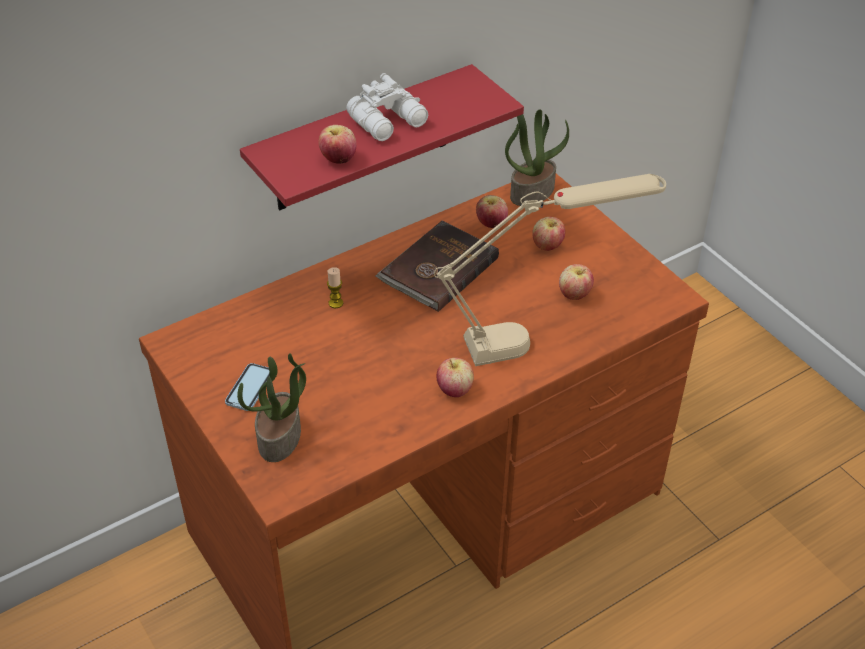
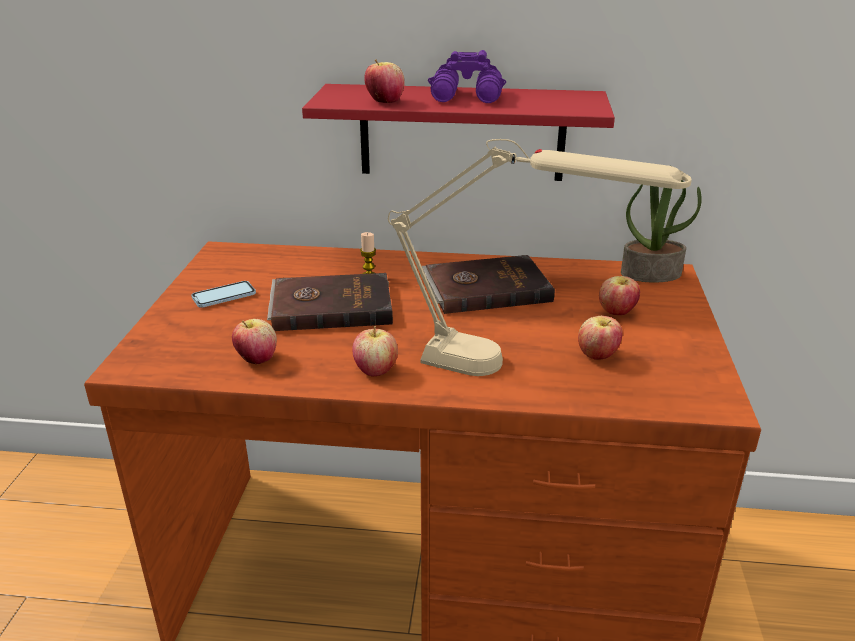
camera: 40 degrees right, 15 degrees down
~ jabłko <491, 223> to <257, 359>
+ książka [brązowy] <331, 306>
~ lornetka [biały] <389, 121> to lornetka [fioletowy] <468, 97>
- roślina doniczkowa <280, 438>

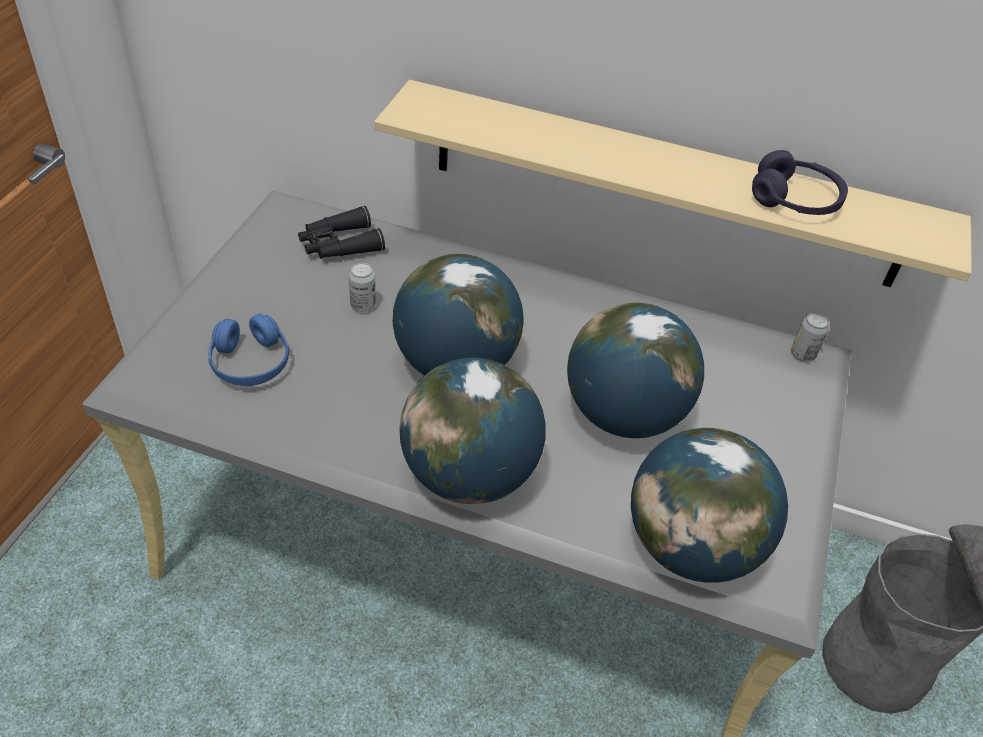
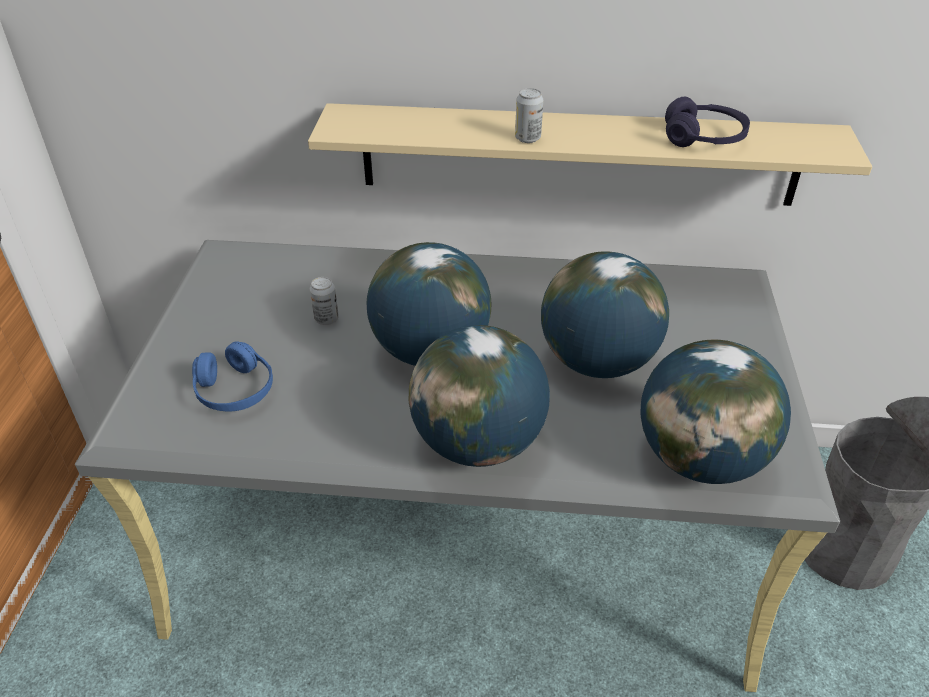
camera: 10 degrees left, 5 degrees down
~ puszka <802, 354> to <527, 138>
- lornetka [czarny] <339, 245>

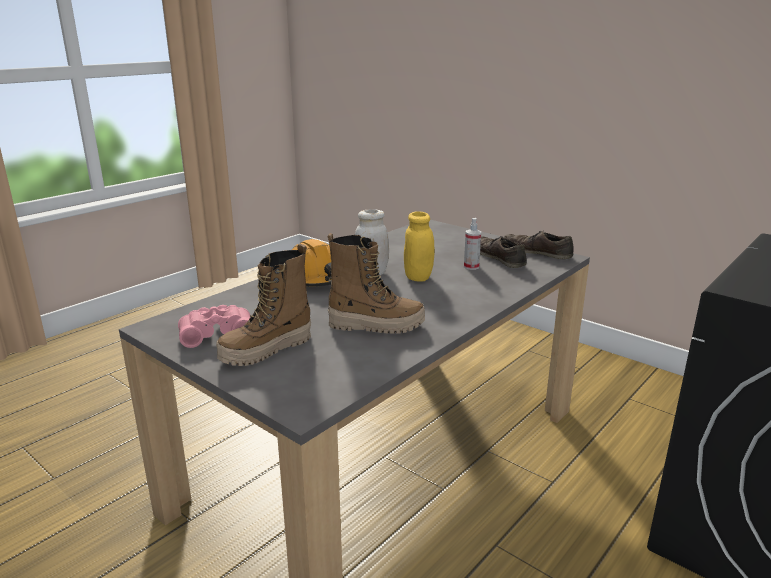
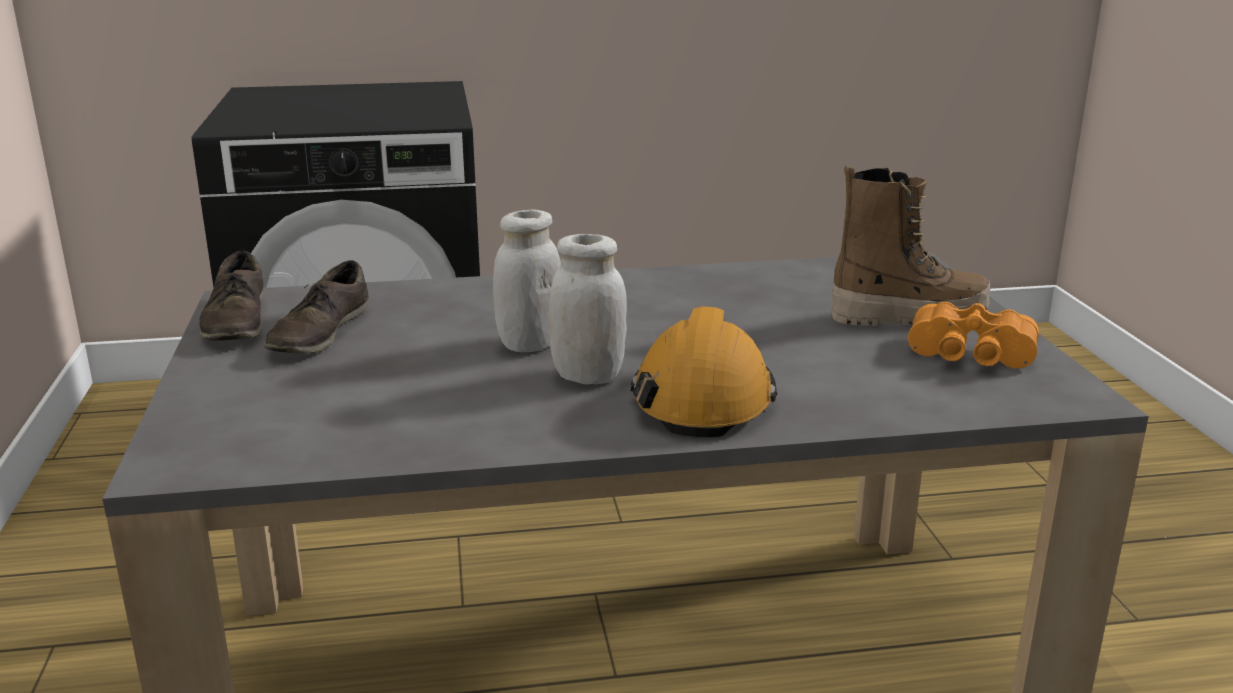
camera: 140 degrees left, 0 degrees up
~ słoik [żółty] <418, 277> to słoik [biały] <529, 344>
~ lornetka [różowy] <216, 333> to lornetka [pomarańczowy] <970, 357>
- but z cholewką <376, 325>
- spryskiwacz <471, 267>

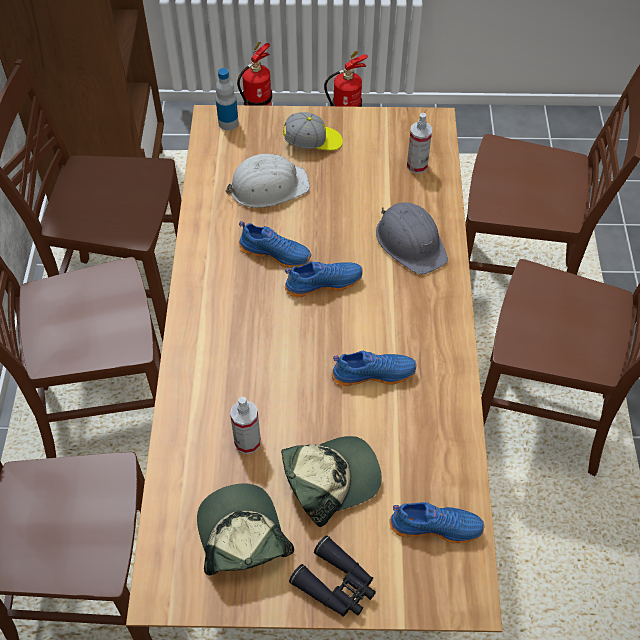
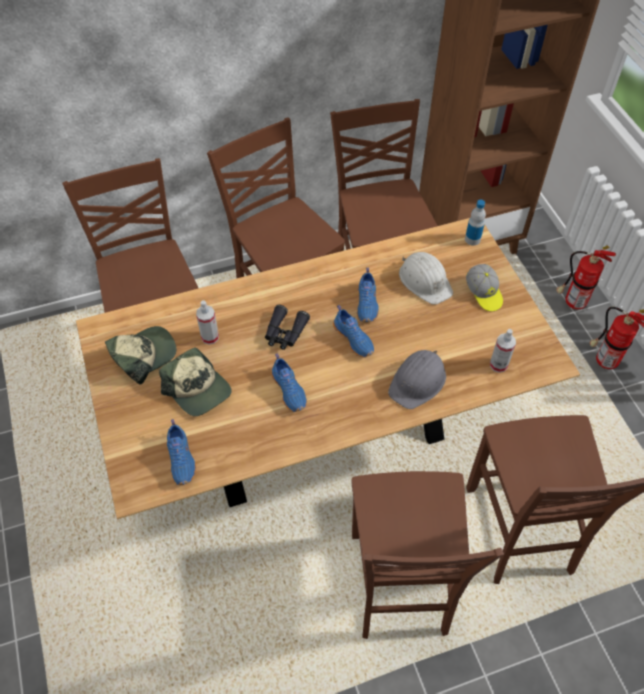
camera: 70 degrees right, 0 degrees up
~ lornetka [czarny] <336, 585> to <285, 333>

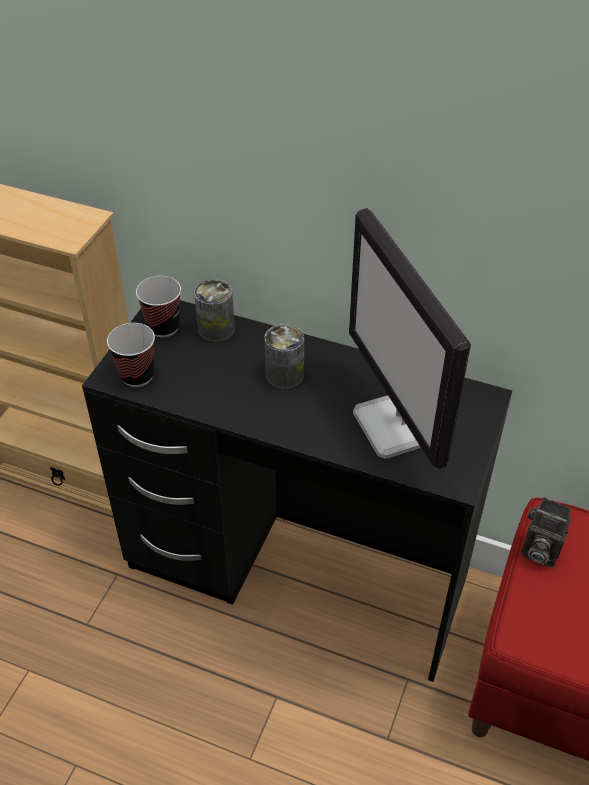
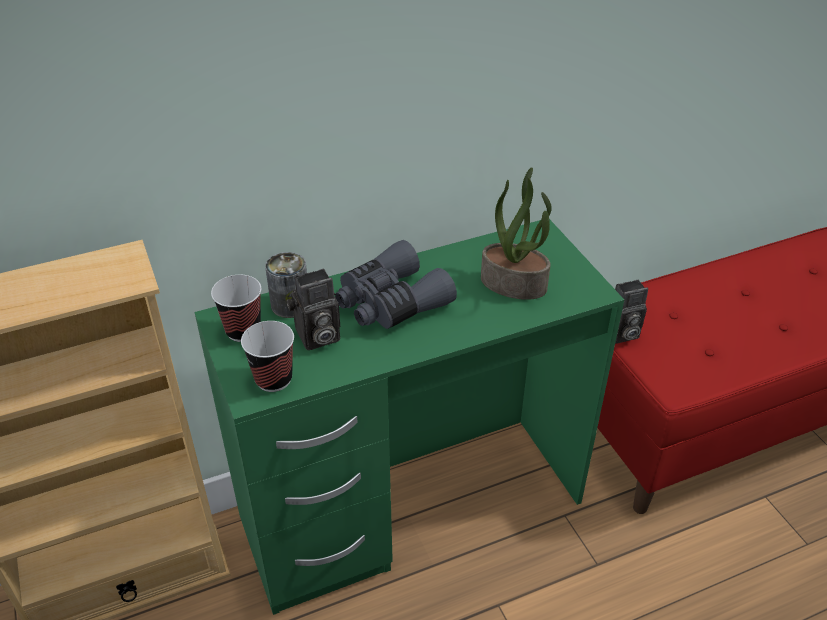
camera: 45 degrees left, 5 degrees down
~ biurko [czarny] <297, 573> to biurko [zielony] <411, 508>
+ aparat fotograficzny <316, 337>
~ puszka <284, 374> to lornetka [szary] <390, 302>
~ monitor <399, 426> to roślina doniczkowa <514, 283>

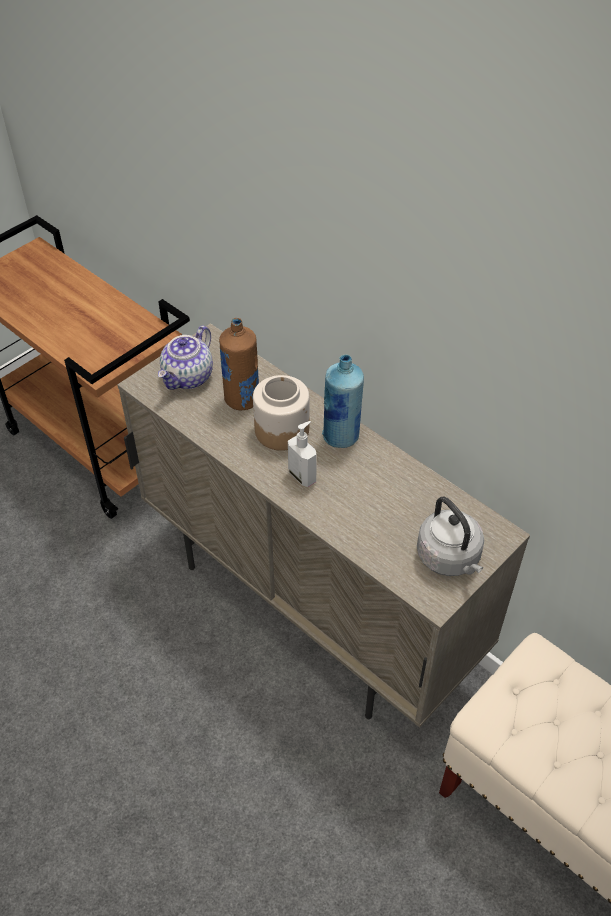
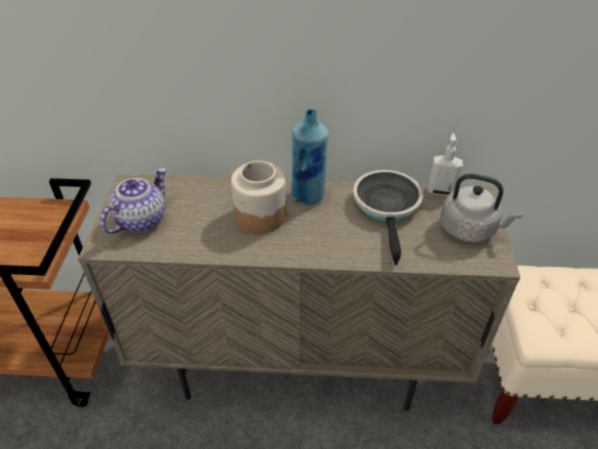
camera: 40 degrees left, 5 degrees down
~ imbryk <188, 378> = <141, 219> 135 degrees counterclockwise
+ patelnia <387, 208>
~ dozownik mydła <302, 476> to <440, 191>
- butelka [brązowy] <242, 400>

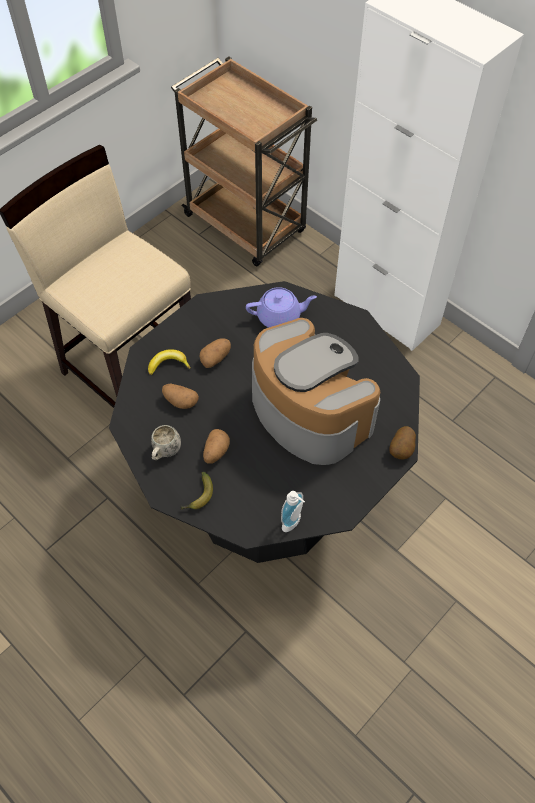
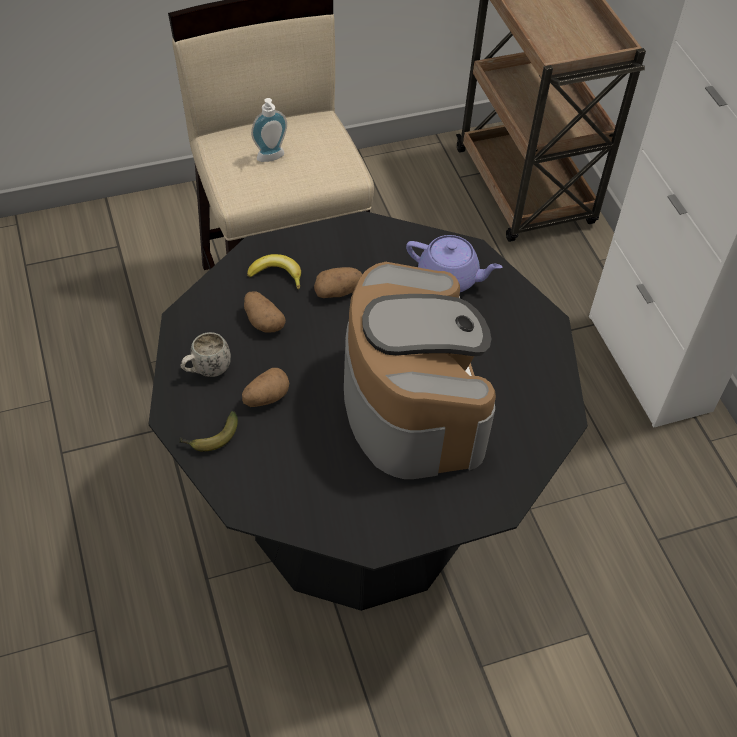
camera: 25 degrees right, 5 degrees down
~ dozownik mydła <293, 524> to <271, 158>
- ziemniak <401, 450>

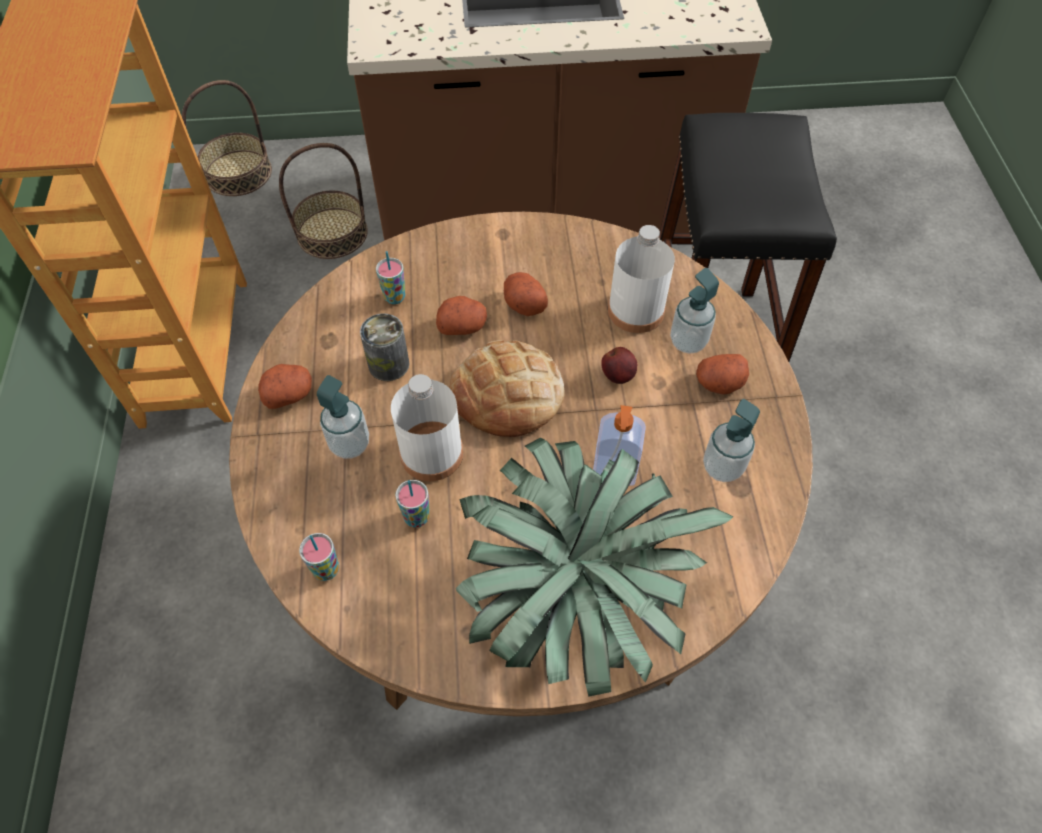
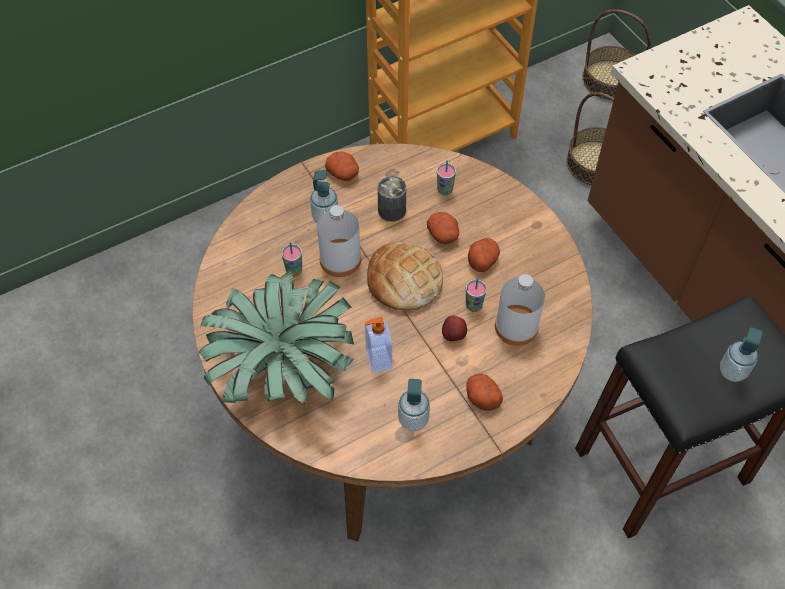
camera: 65 degrees right, 0 degrees up
~ filiżanka <326, 570> to <473, 306>
~ dozownik mydła <688, 341> to <732, 371>

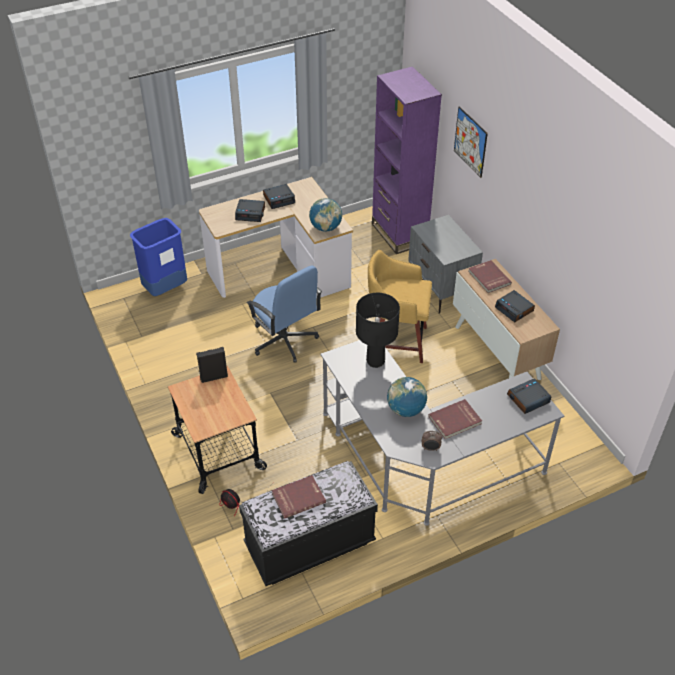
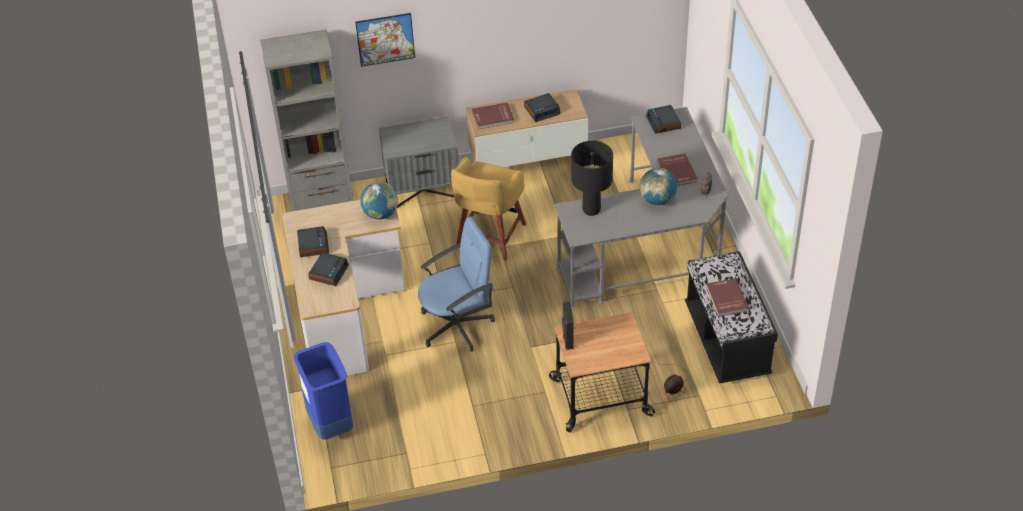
camera: 75 degrees left, 0 degrees up
~ regał [fioletowy] <399, 234> to regał [szary] <322, 204>

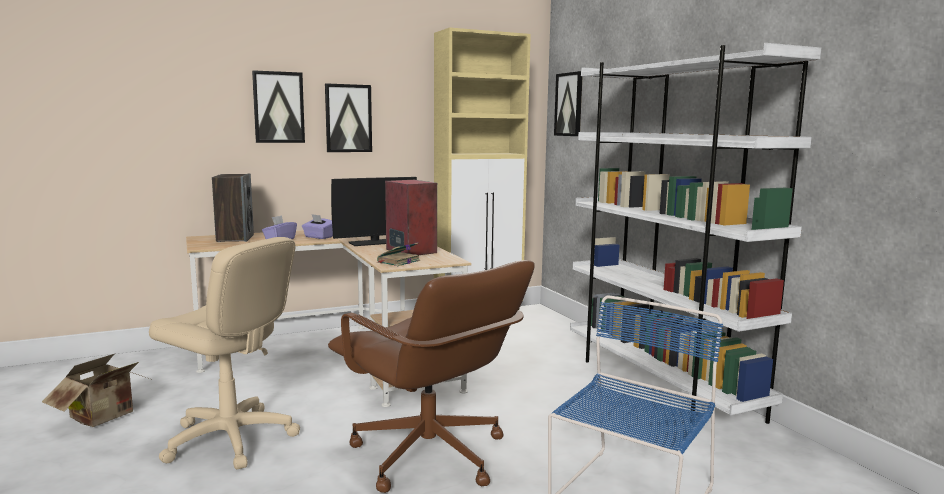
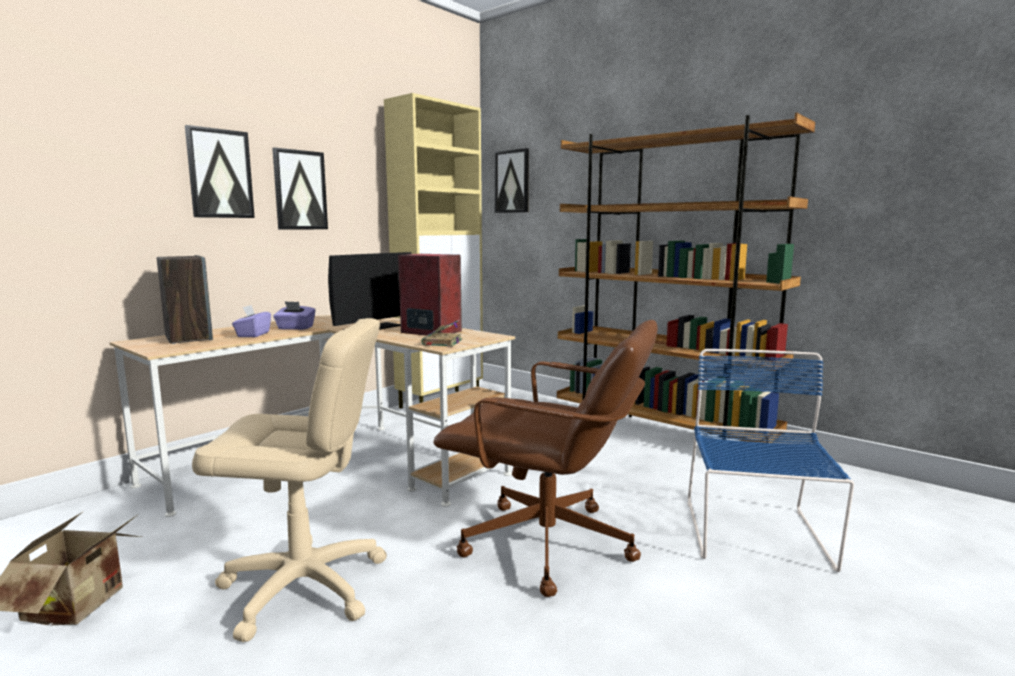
camera: 25 degrees left, 0 degrees up
~ regał [biały] <659, 384> to regał [brązowy] <661, 434>

